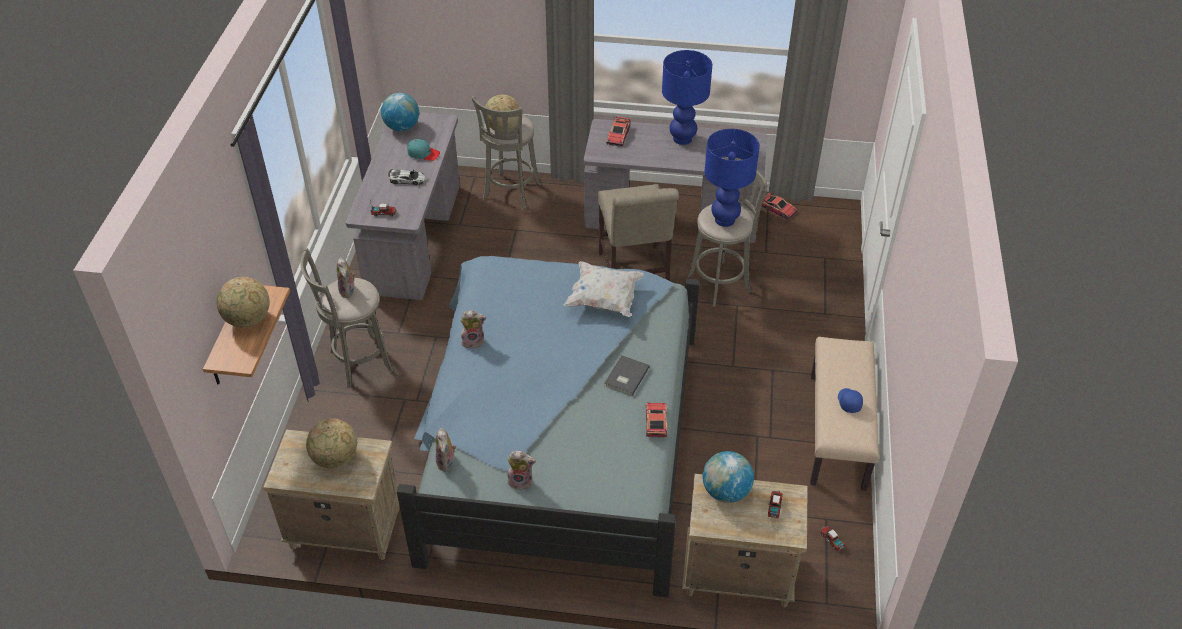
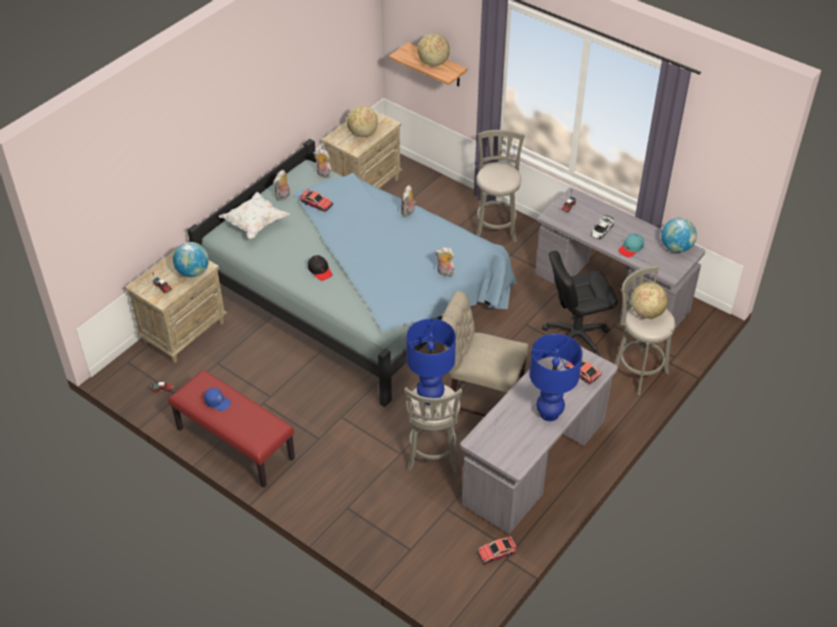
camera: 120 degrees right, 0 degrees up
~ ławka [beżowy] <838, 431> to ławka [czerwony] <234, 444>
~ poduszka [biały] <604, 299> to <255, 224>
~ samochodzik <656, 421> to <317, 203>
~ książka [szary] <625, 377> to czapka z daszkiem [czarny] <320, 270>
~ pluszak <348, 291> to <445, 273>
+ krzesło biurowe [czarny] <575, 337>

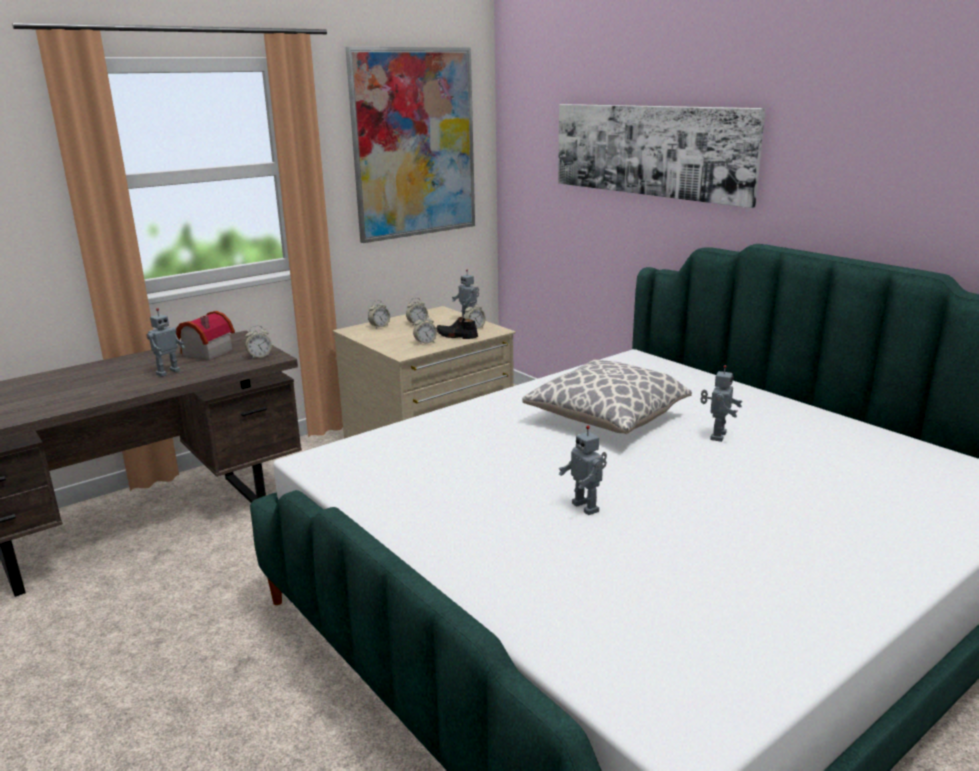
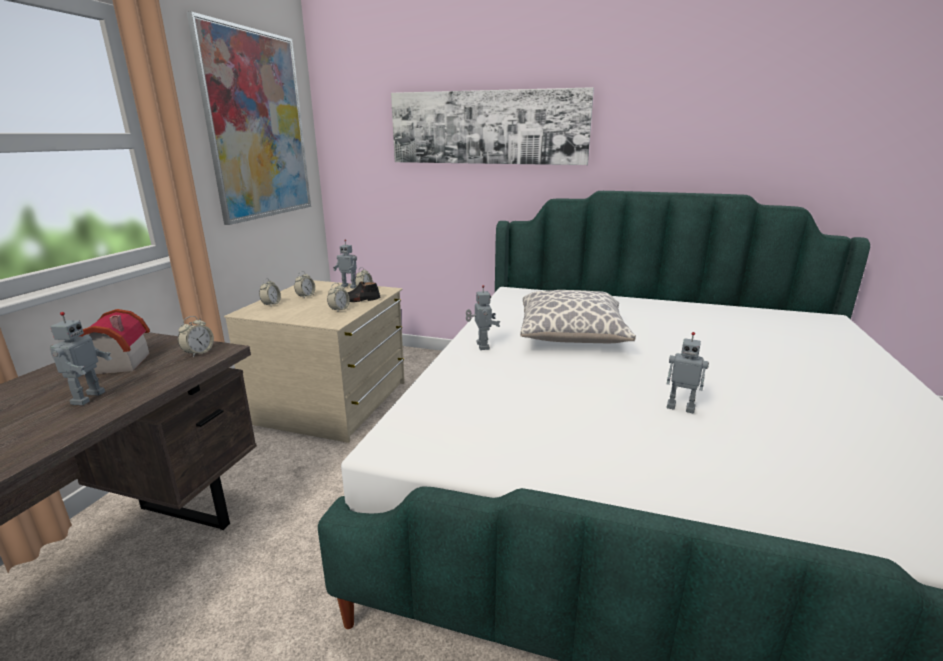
camera: 35 degrees left, 0 degrees up
~ robot zabawkowy <716, 436> to <481, 346>

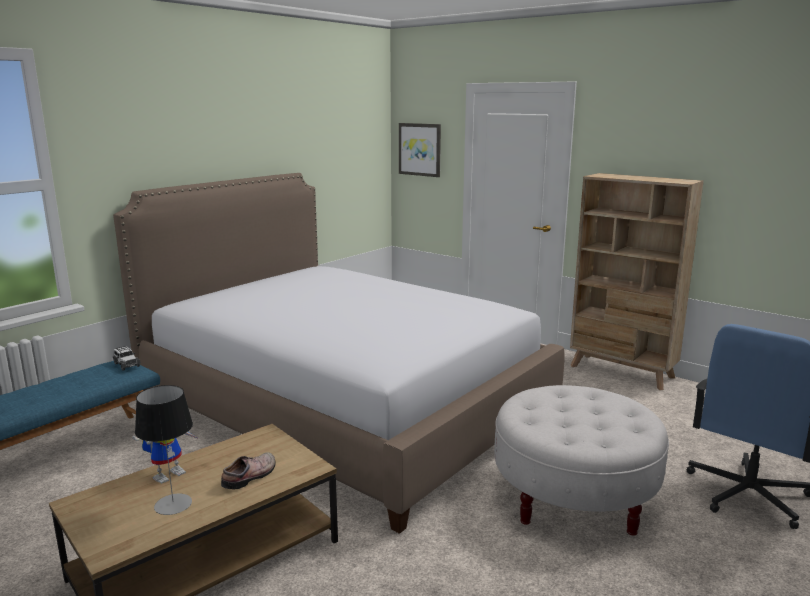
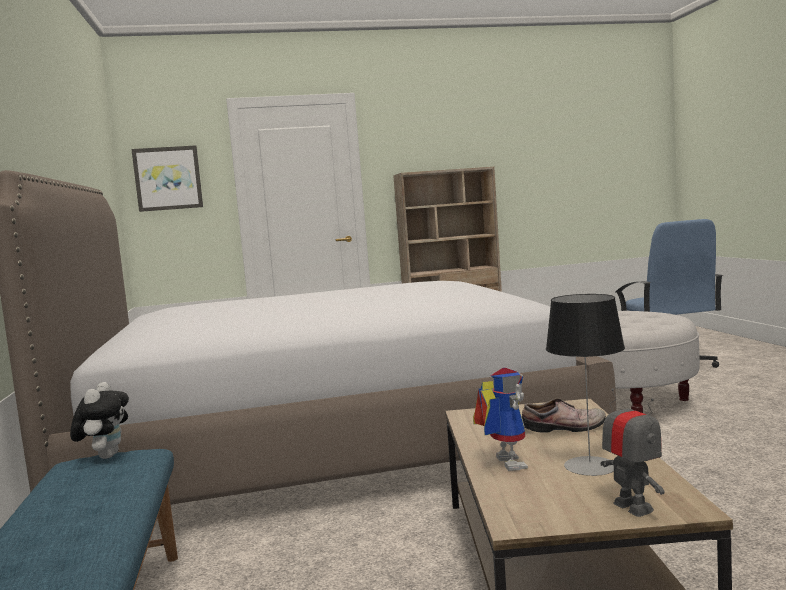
camera: 50 degrees left, 10 degrees down
~ samochodzik <126, 364> to pluszak <105, 456>
~ but <251, 476> = <565, 428> 105 degrees clockwise
+ robot zabawkowy <633, 507>

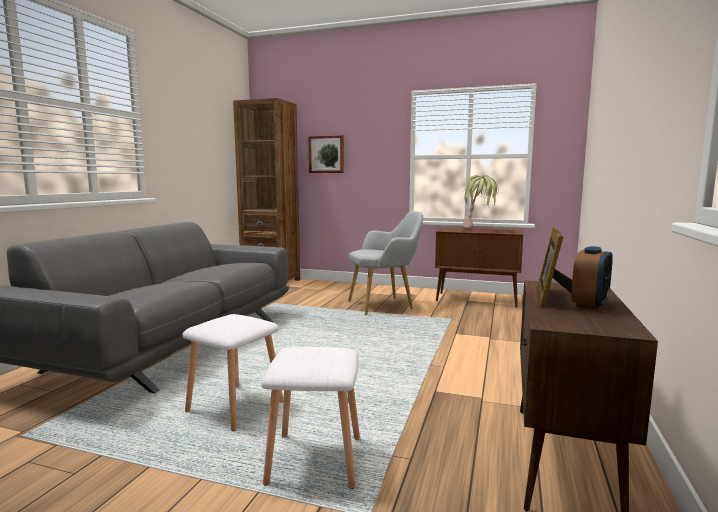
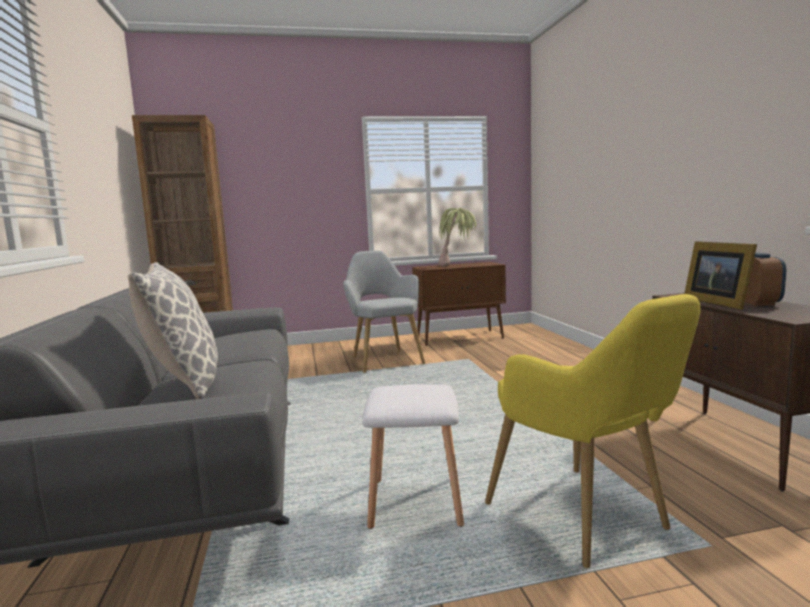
camera: 30 degrees left, 0 degrees up
+ poduszka <185, 382>
~ fotel [szary] <385, 305> = <384, 359> 60 degrees counterclockwise
~ stołek [biały] <313, 460> to fotel [żółty] <585, 520>
- obraz <326, 154>

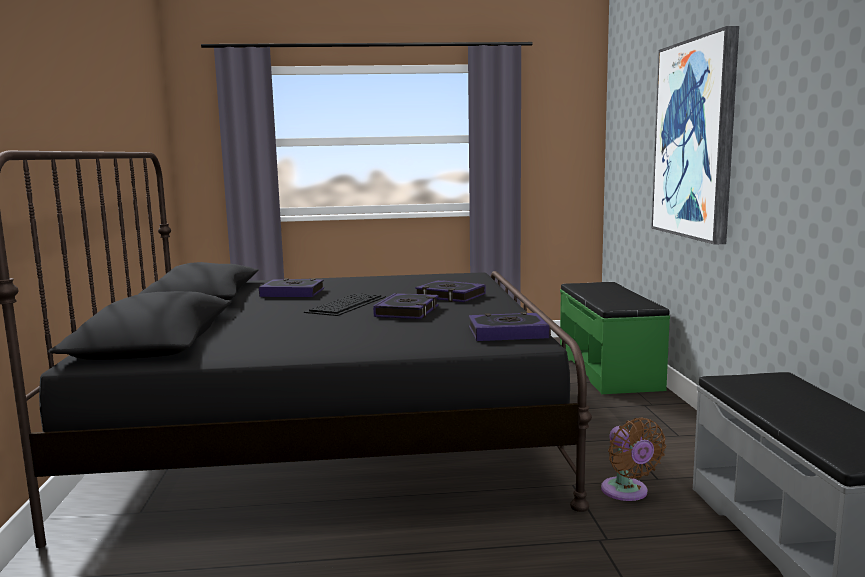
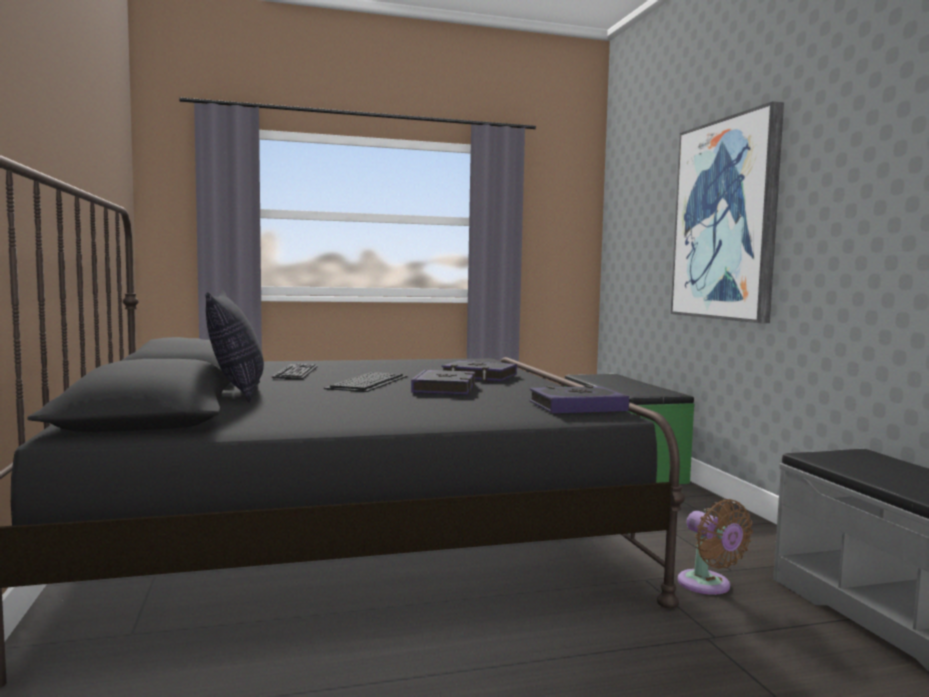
camera: 10 degrees left, 5 degrees down
+ poduszka <237, 393>
~ książka <292, 293> to klawiatura <294, 372>

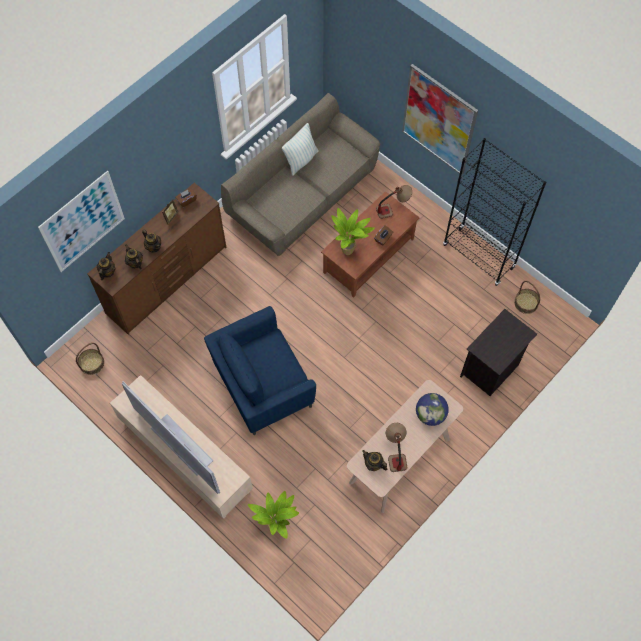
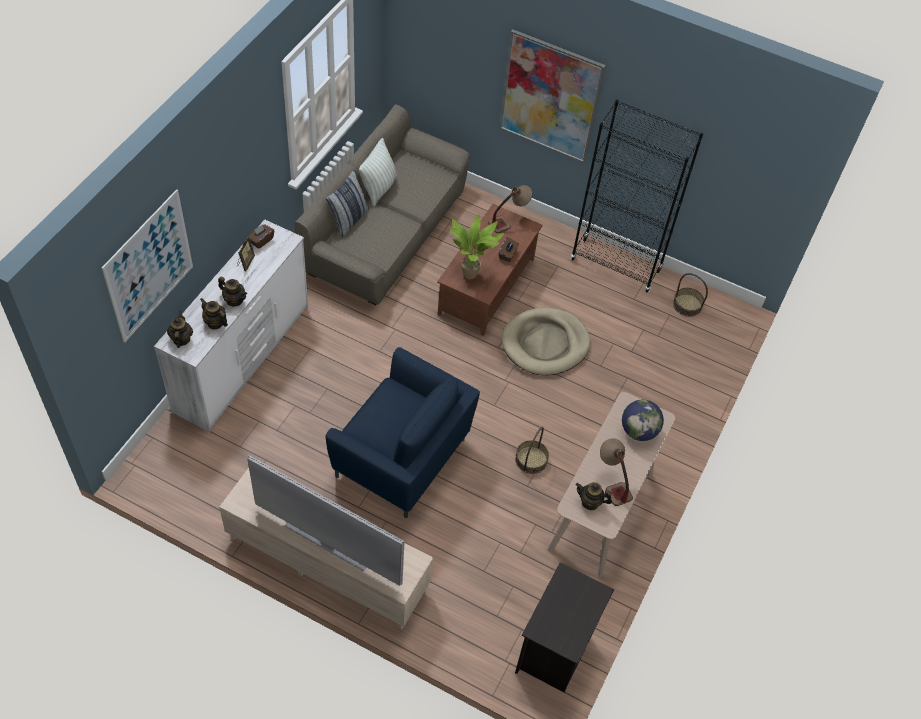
camera: 20 degrees left, 10 degrees down
~ komoda [brązowy] <168, 280> to komoda [biały] <243, 358>
+ poduszka <349, 220>
~ fotel [niebieski] <262, 386> = <402, 459> 105 degrees counterclockwise
+ legowisko [beżowy] <545, 344>
~ koszyk <92, 363> to <531, 460>
~ szafka nocna [czarny] <490, 370> to <555, 653>
- roślina doniczkowa <277, 525>

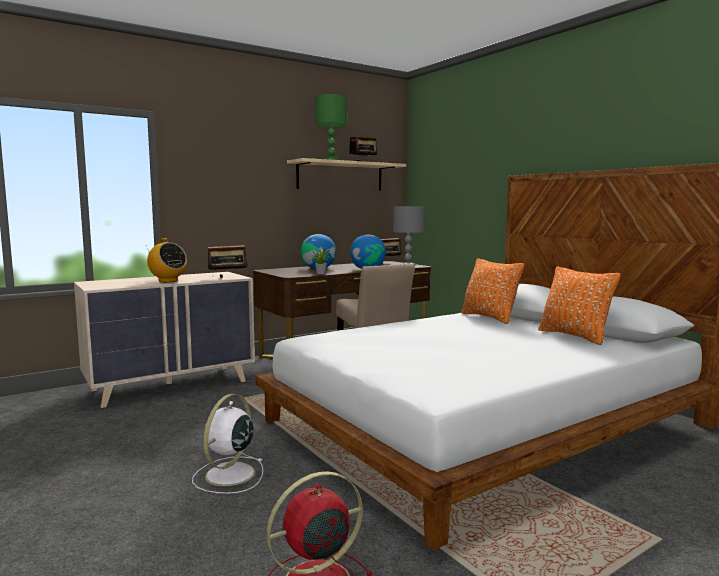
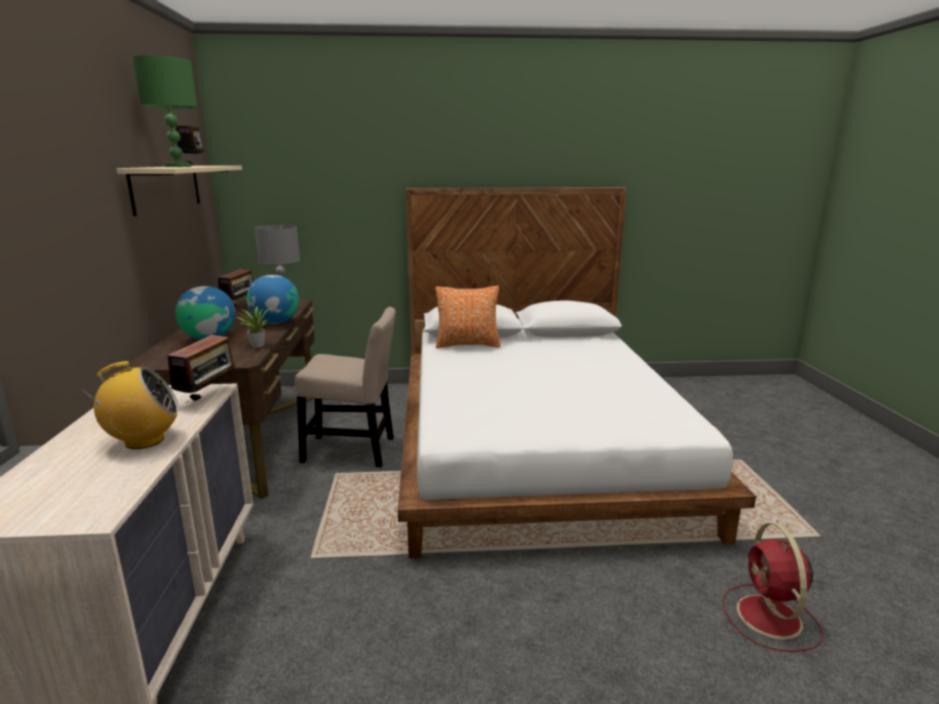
camera: 60 degrees left, 10 degrees up
- wentylator [biały] <229, 475>
- poduszka [pomarańczowy] <574, 336>

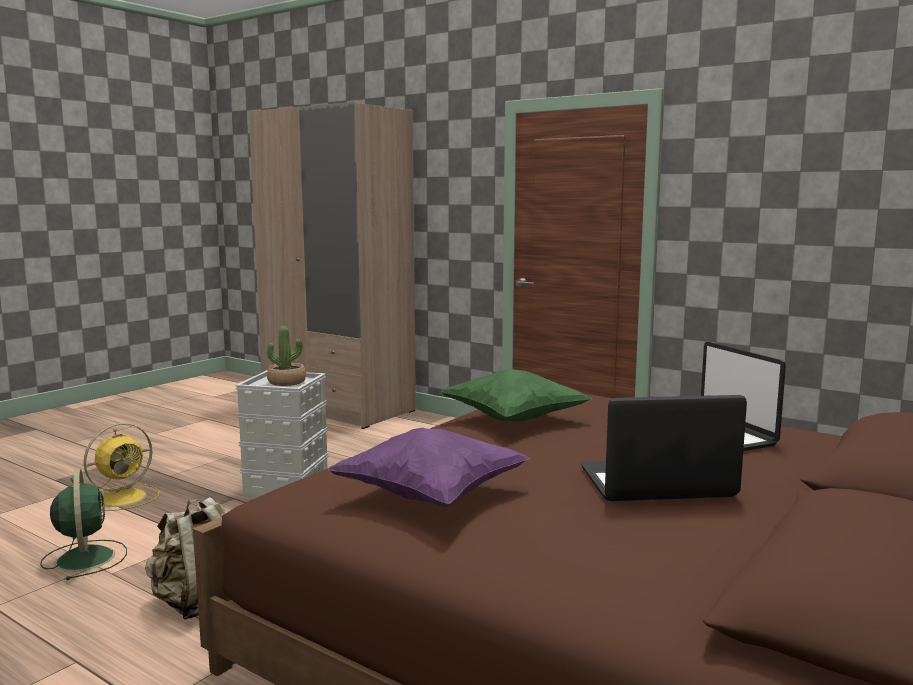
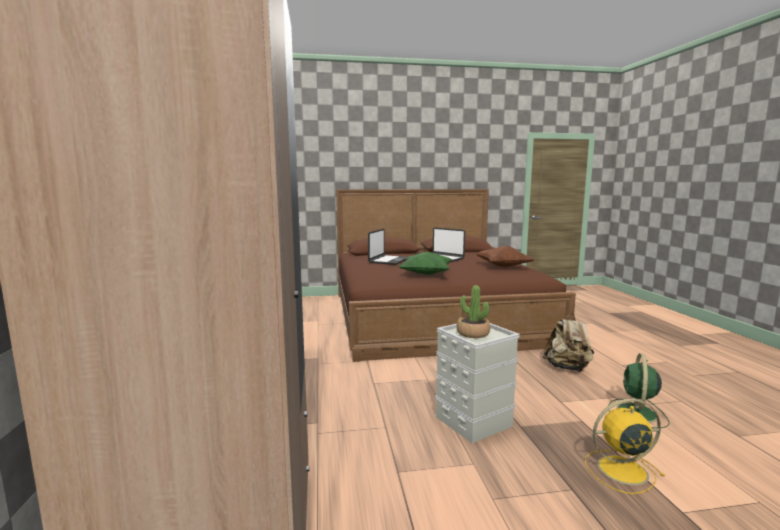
camera: 135 degrees left, 0 degrees up
~ poduszka [fioletowy] <431, 496> to poduszka [brązowy] <503, 267>

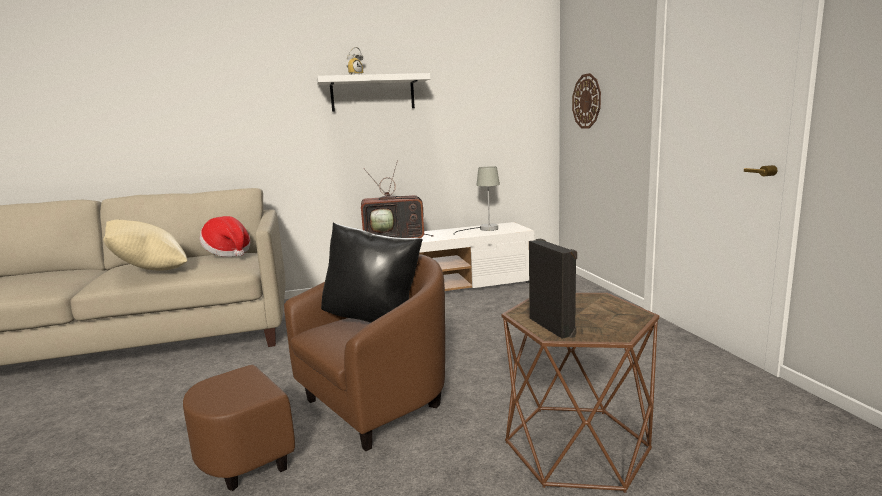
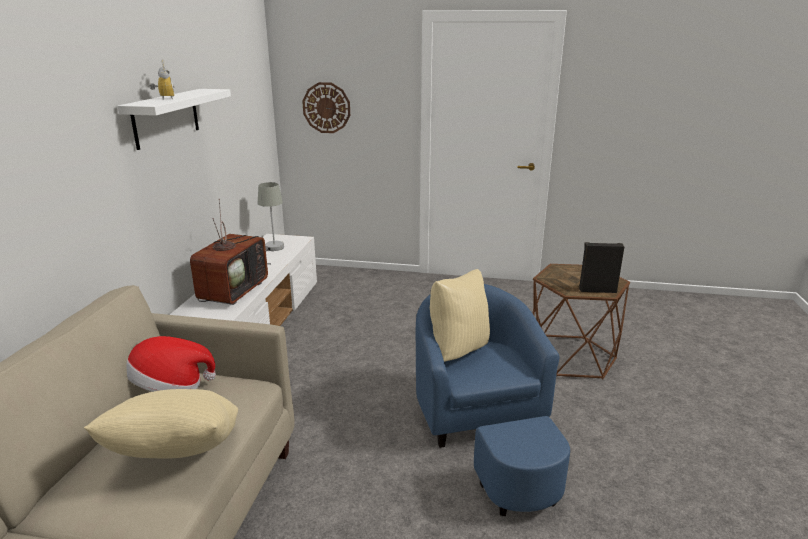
camera: 65 degrees left, 10 degrees up
~ fotel [brązowy] <349, 417> to fotel [niebieski] <483, 430>
~ poduszka [czarny] <374, 320> to poduszka [beżowy] <458, 350>

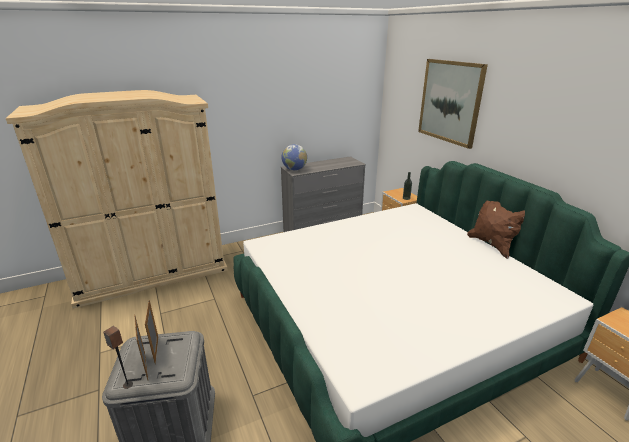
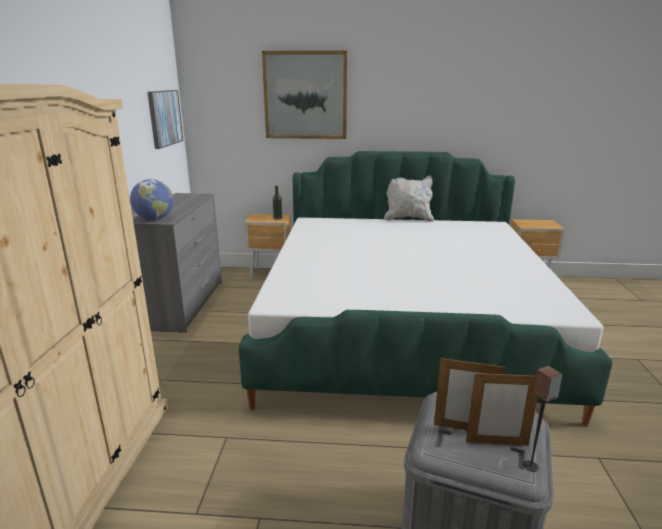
camera: 60 degrees left, 5 degrees down
+ obraz <164, 118>
~ poduszka [brązowy] <491, 245> to poduszka [biały] <408, 219>

